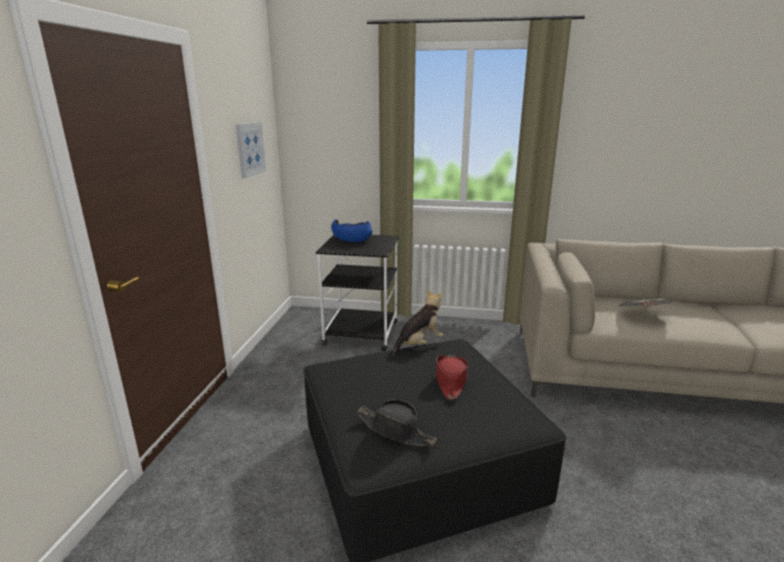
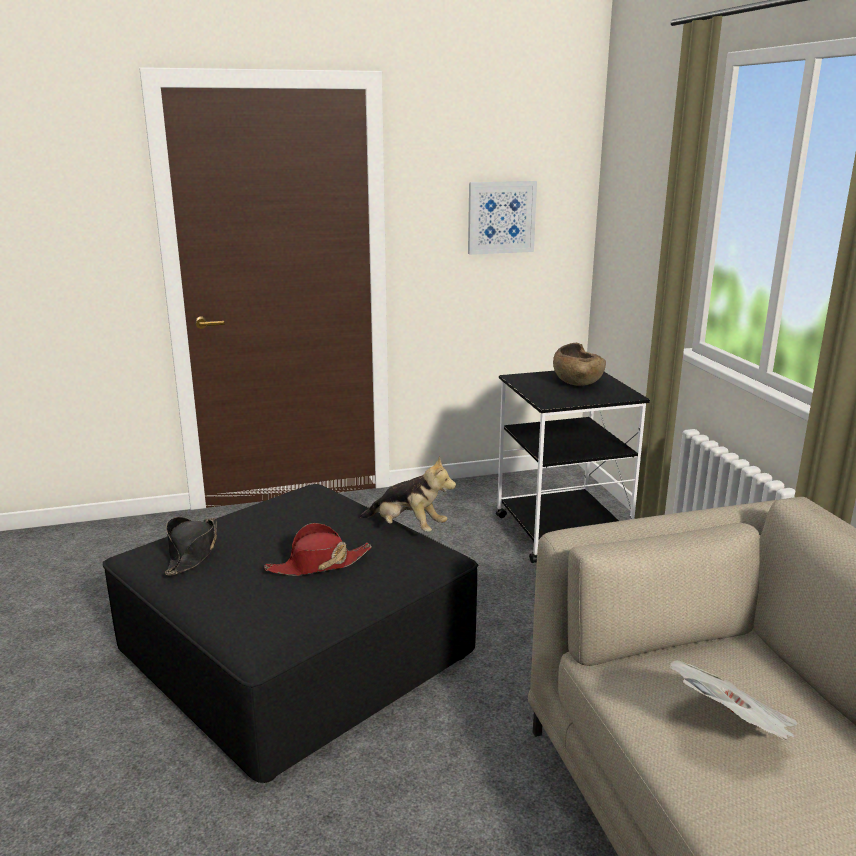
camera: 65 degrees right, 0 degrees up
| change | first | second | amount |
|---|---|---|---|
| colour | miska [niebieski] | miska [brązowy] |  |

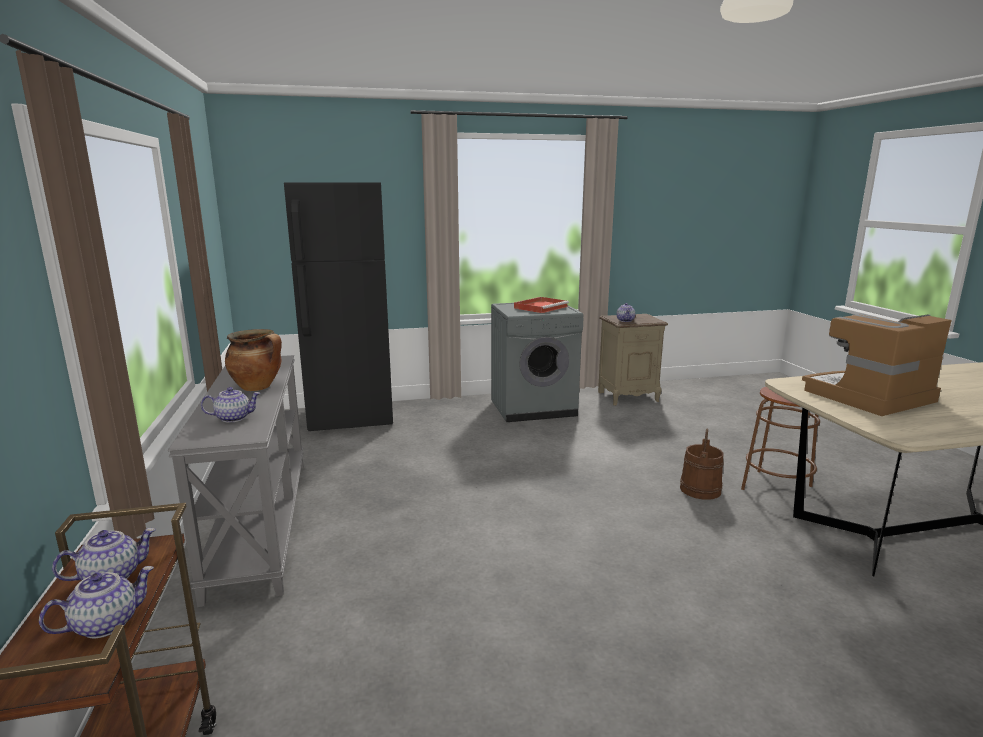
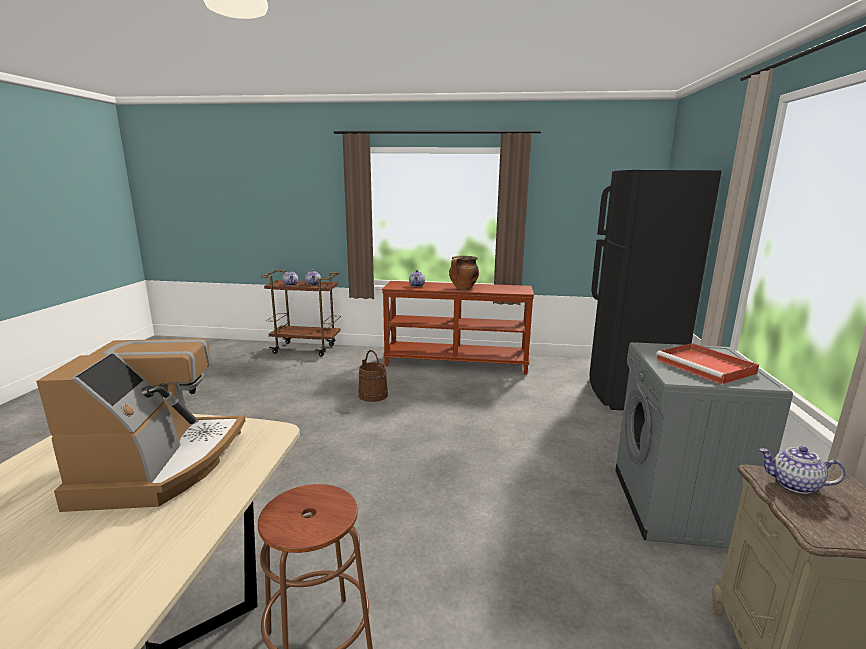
camera: 110 degrees right, 0 degrees up
| change | first | second | amount |
|---|---|---|---|
| colour | stolik konsolowy [szary] | stolik konsolowy [brązowy] |  |
| relocated | wiadro [brązowy] |  |  |

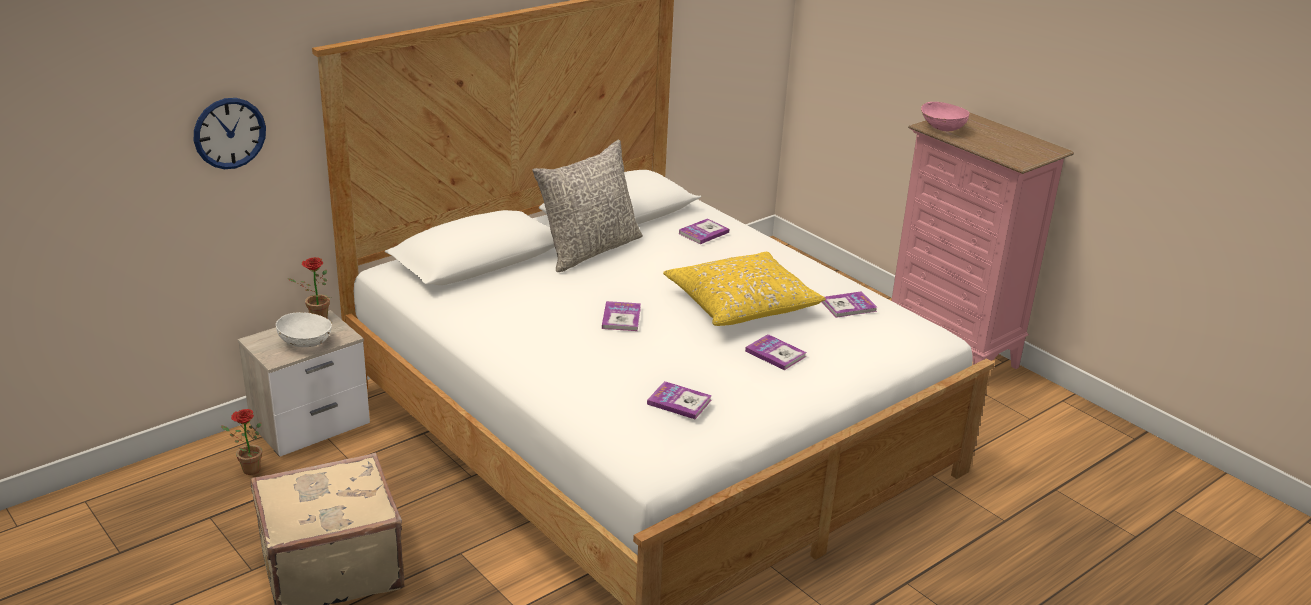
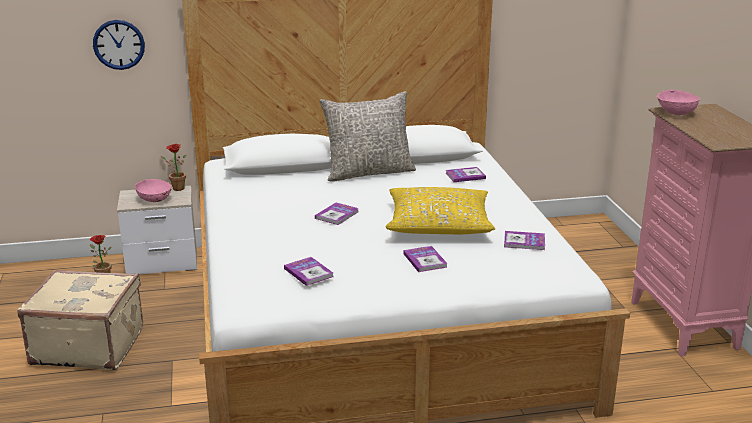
camera: 30 degrees right, 5 degrees down
| change | first | second | amount |
|---|---|---|---|
| colour | miska [biały] | miska [różowy] (no. 1 from left) |  |

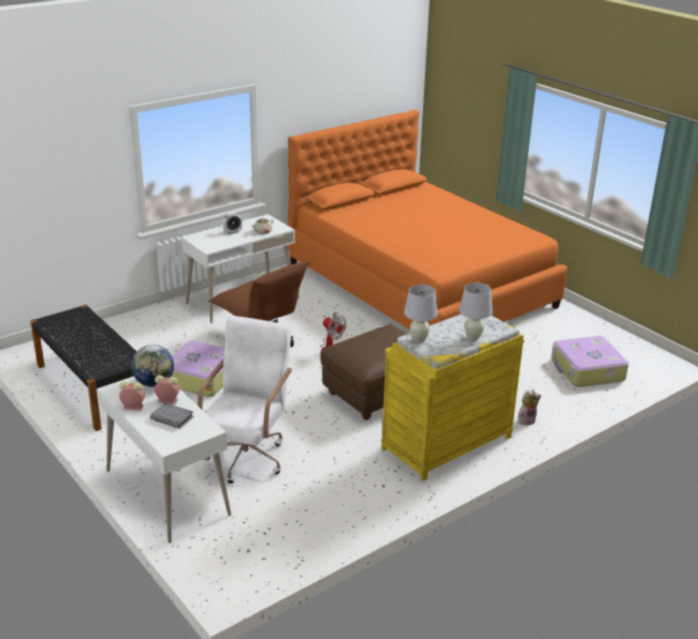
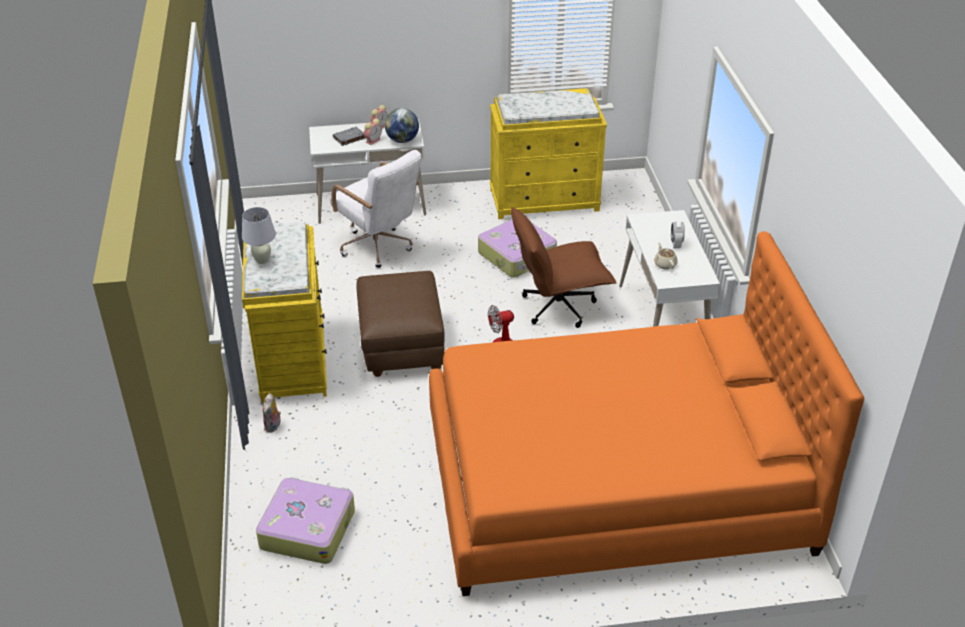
camera: 120 degrees right, 10 degrees up
| change | first | second | amount |
|---|---|---|---|
| exchanged | ławka [czarny] | komoda [żółty] (no. 2 from left) |  |
| missing | lampa stołowa [biały] (no. 1 from left) |  |  |

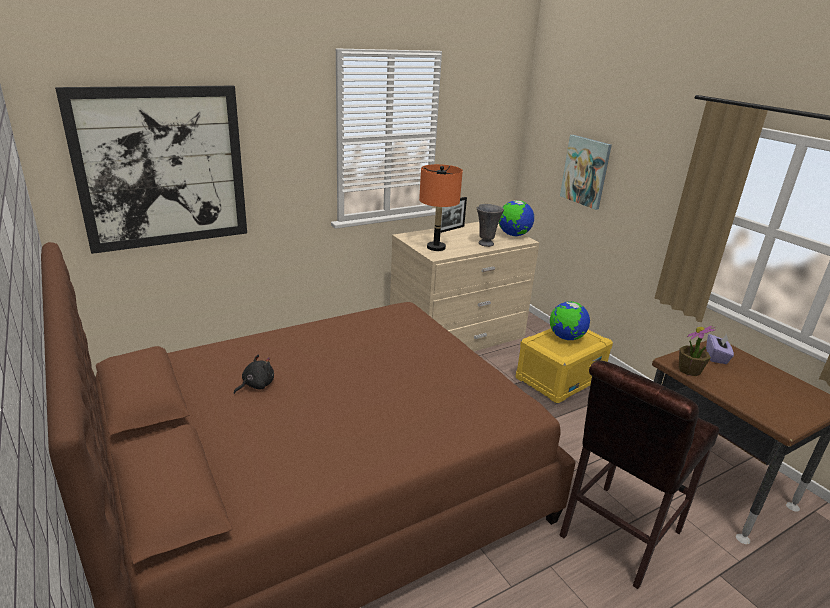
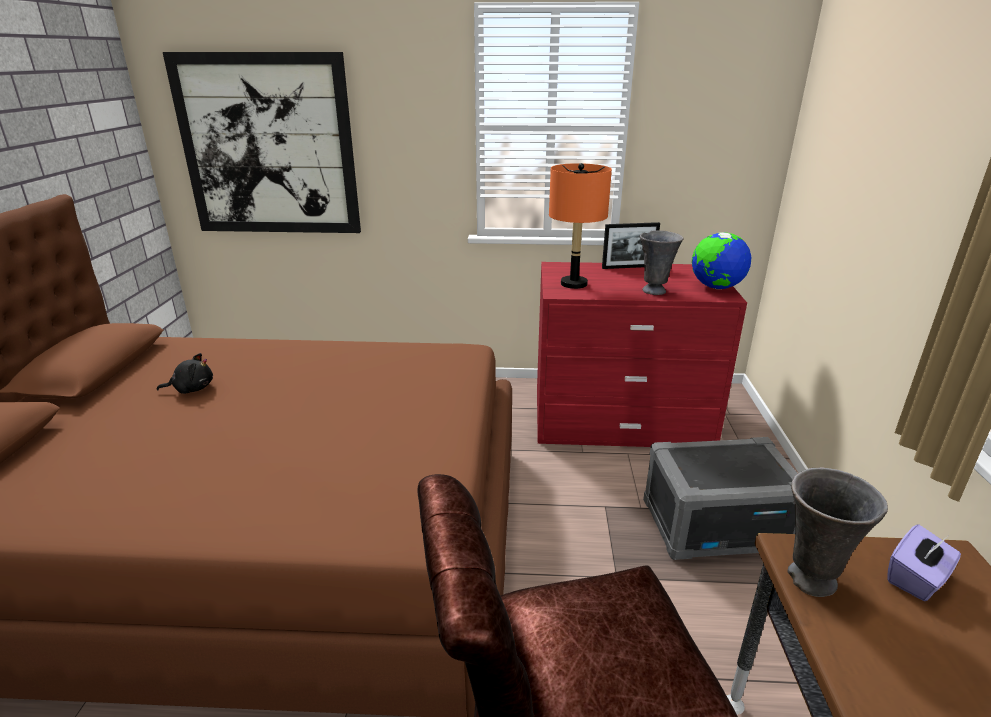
camera: 35 degrees right, 0 degrees up
| change | first | second | amount |
|---|---|---|---|
| colour | komoda [beżowy] | komoda [czerwony] |  |
| colour | pojemnik do przechowywania [żółty] | pojemnik do przechowywania [szary] |  |
| missing | globus (no. 2 from left) |  |  |
| missing | obraz (no. 2 from left) |  |  |
| exchanged | roślina doniczkowa | wazon [szary] (no. 2 from left) |  |

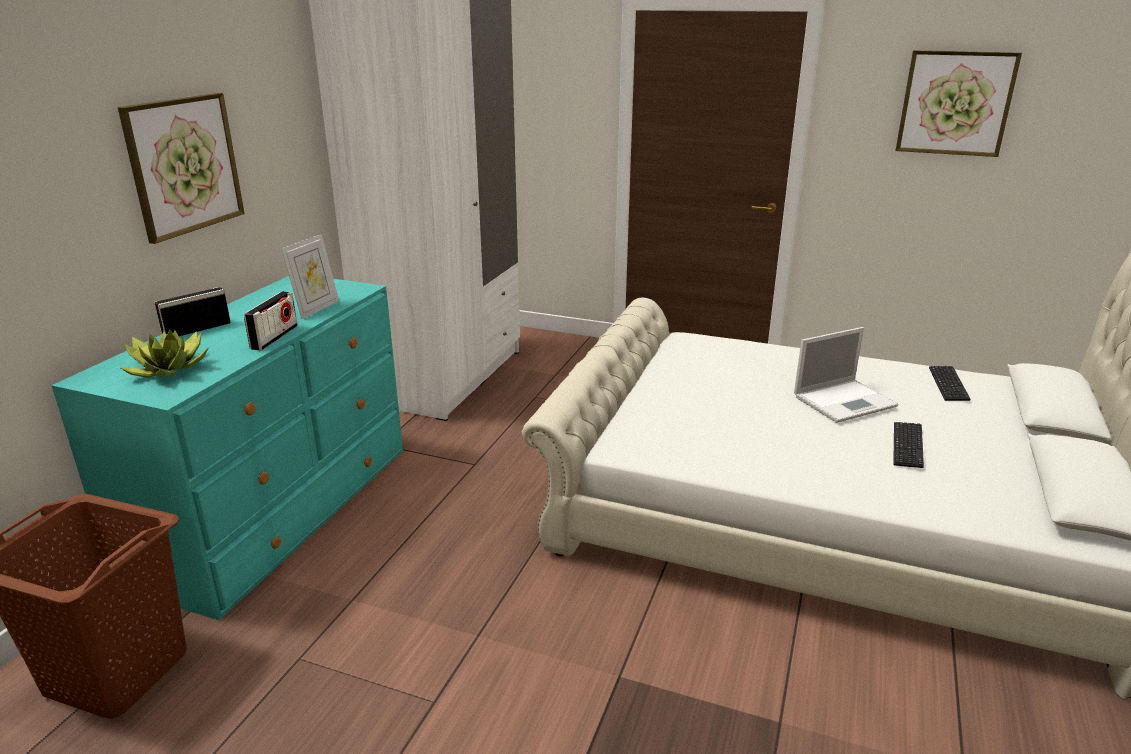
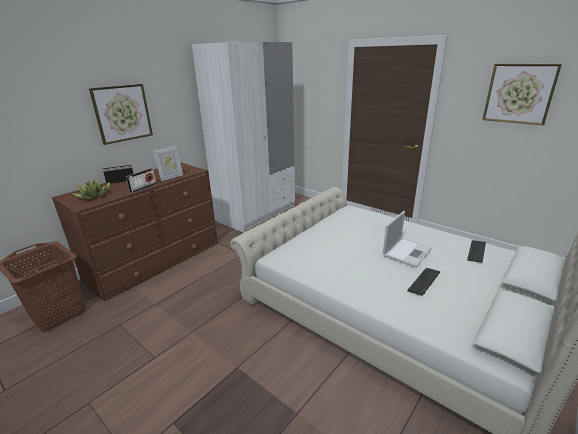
camera: 20 degrees right, 0 degrees up
| change | first | second | amount |
|---|---|---|---|
| colour | komoda [turkusowy] | komoda [brązowy] |  |
| spun | laptop |  | 45 degrees counterclockwise |

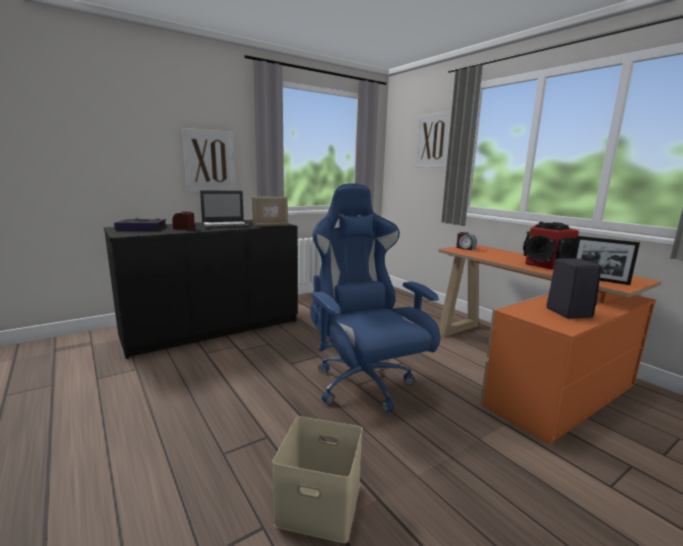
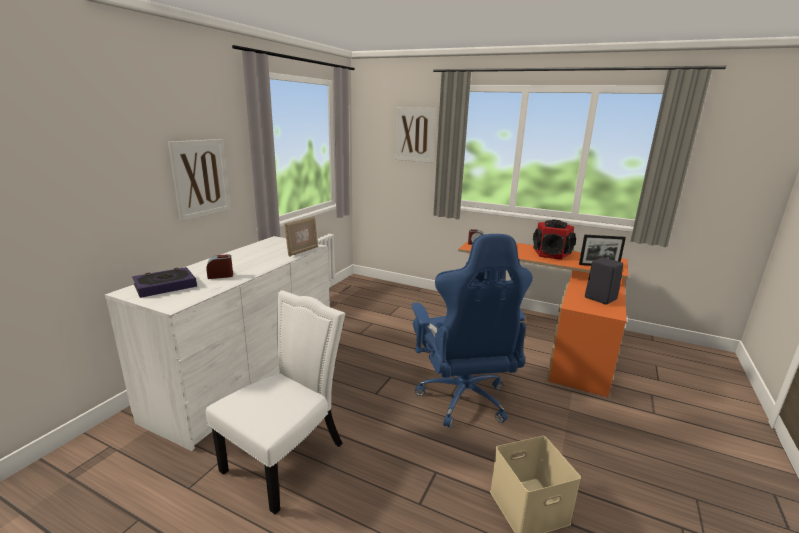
camera: 30 degrees left, 5 degrees up
| change | first | second | amount |
|---|---|---|---|
| colour | komoda [czarny] | komoda [biały] |  |
| missing | laptop |  |  |
| spun | krzesło biurowe [niebieski] |  | 135 degrees counterclockwise |
| appeared |  | krzesło [biały] |  |

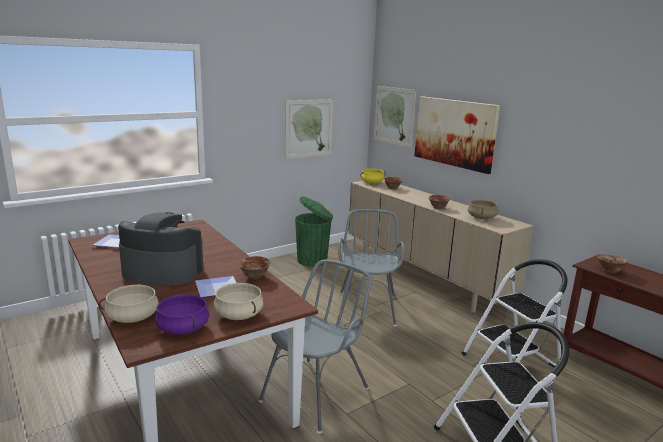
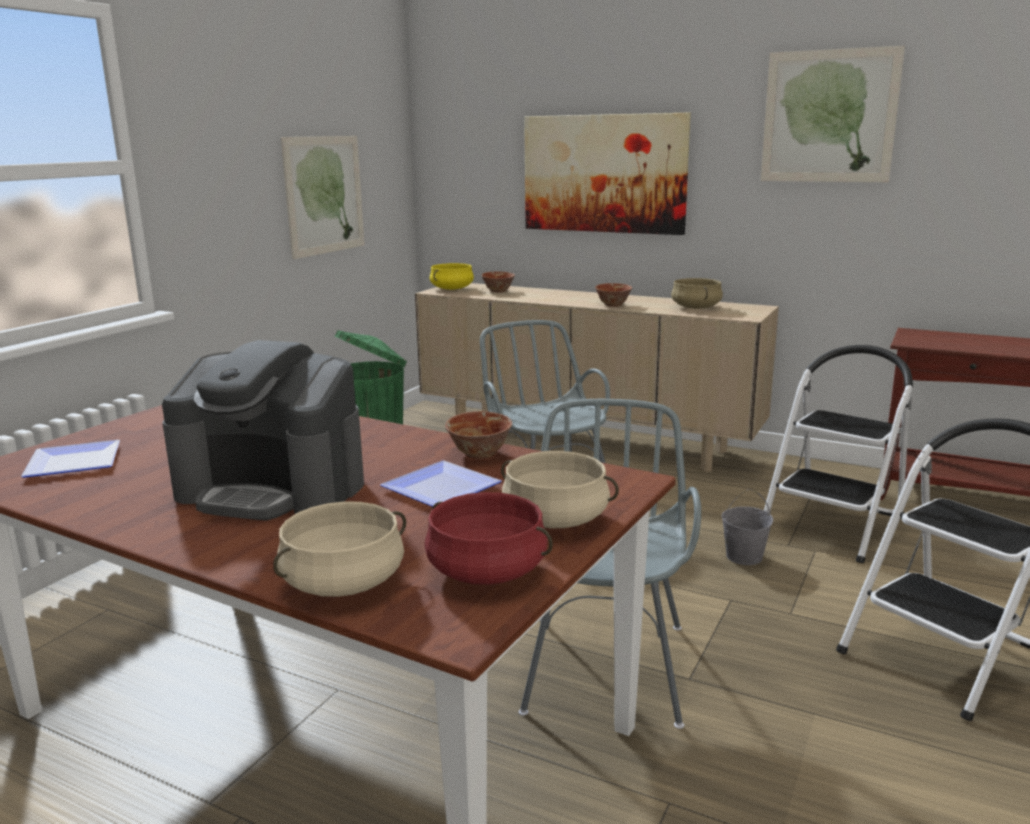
camera: 25 degrees left, 0 degrees up
| change | first | second | amount |
|---|---|---|---|
| spun | ekspres do kawy |  | 150 degrees counterclockwise |
| colour | garnek [fioletowy] | garnek [czerwony] |  |
| relocated | obraz (no. 2 from left in the first image) | obraz (no. 3 from left) |  |
| missing | miska (no. 4 from left) |  |  |
| appeared |  | wiadro [szary] |  |

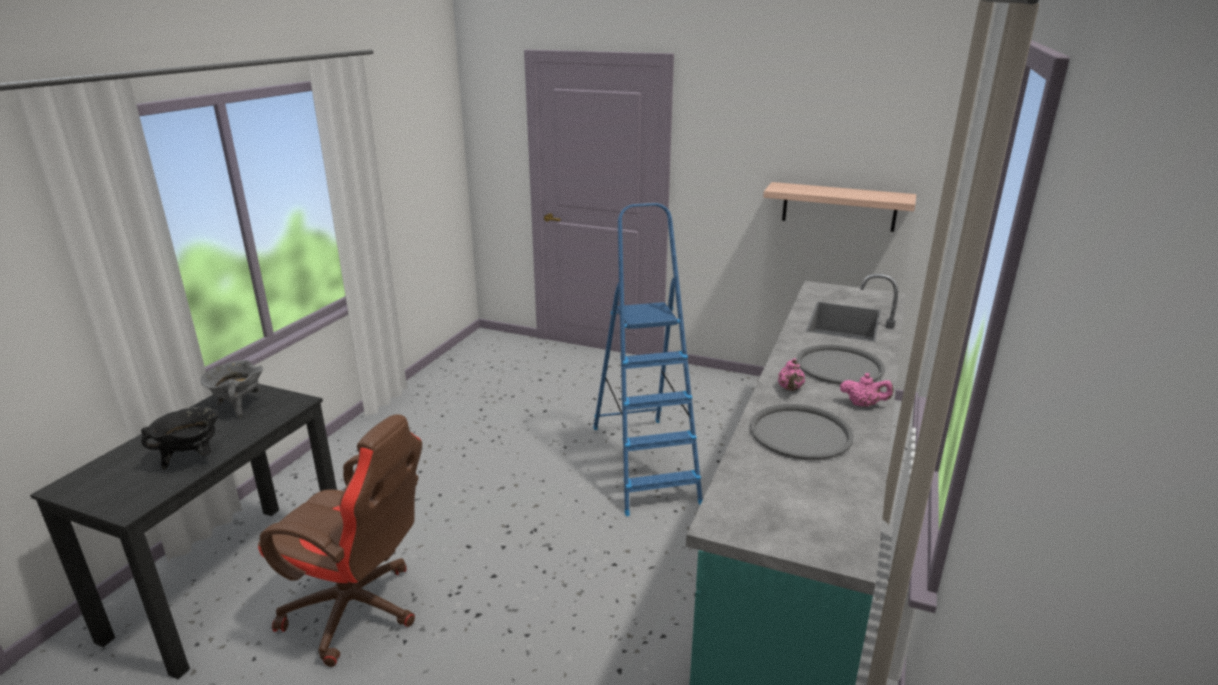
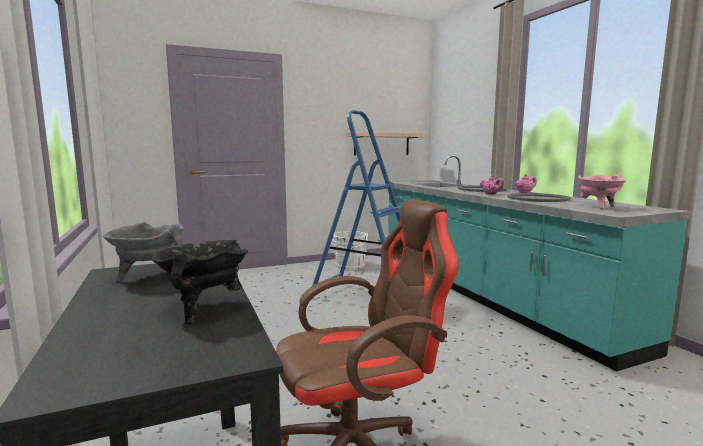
camera: 45 degrees left, 15 degrees down
| change | first | second | amount |
|---|---|---|---|
| appeared |  | wiadro [biały] |  |
| appeared |  | garnek [różowy] |  |

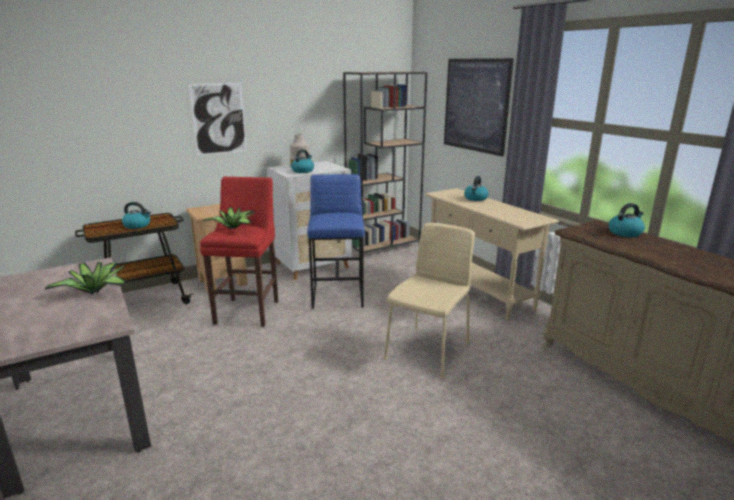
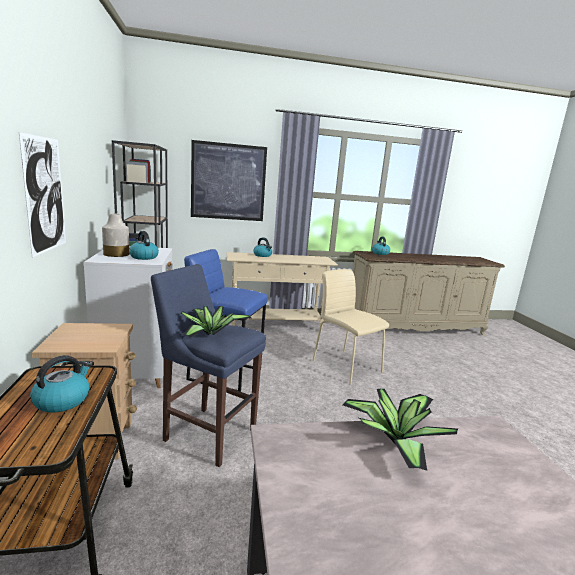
camera: 70 degrees left, 5 degrees down
| change | first | second | amount |
|---|---|---|---|
| colour | stołek [czerwony] | stołek [niebieski] (no. 1 from left) |  |

